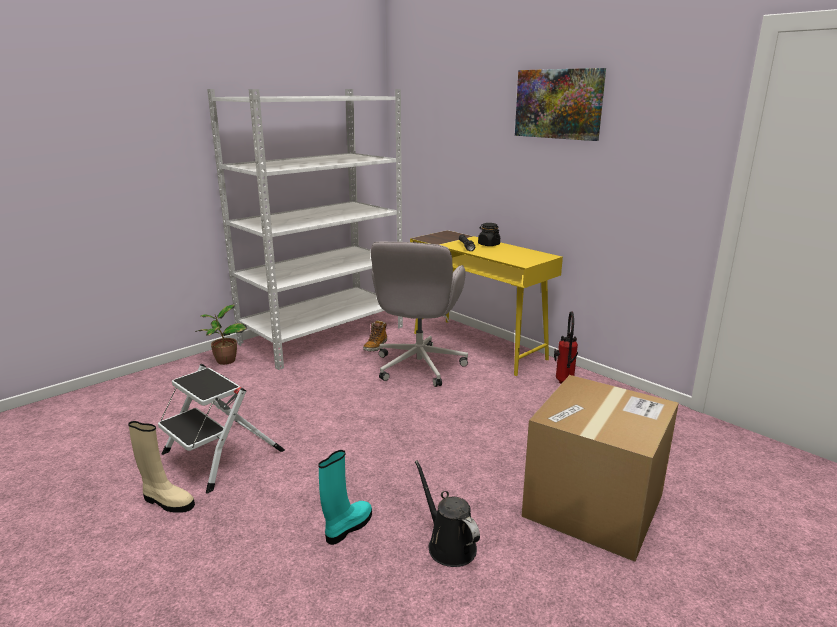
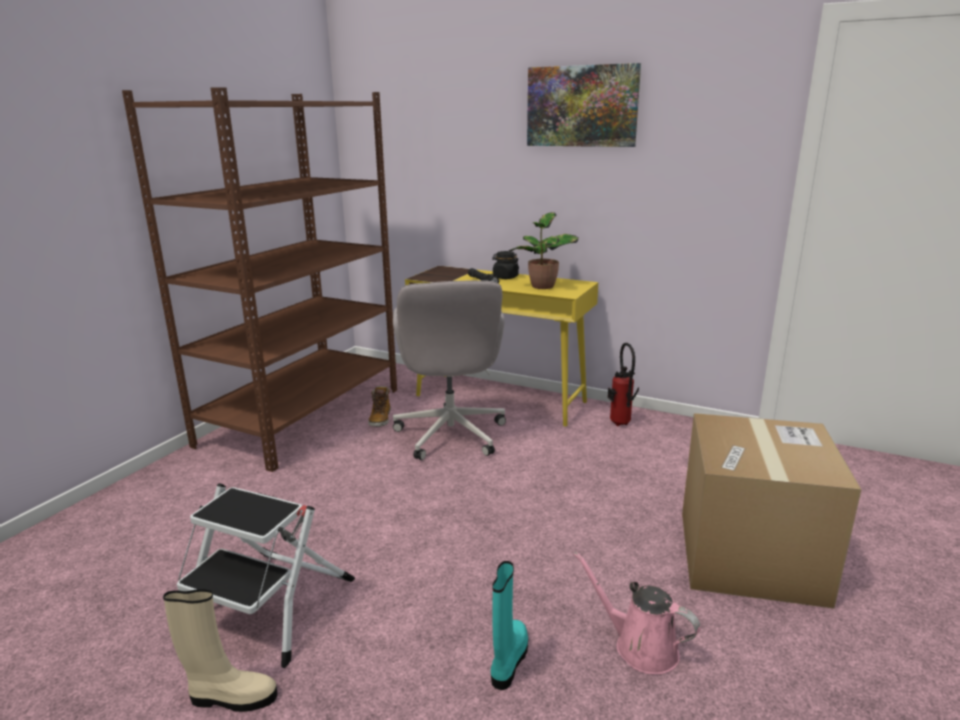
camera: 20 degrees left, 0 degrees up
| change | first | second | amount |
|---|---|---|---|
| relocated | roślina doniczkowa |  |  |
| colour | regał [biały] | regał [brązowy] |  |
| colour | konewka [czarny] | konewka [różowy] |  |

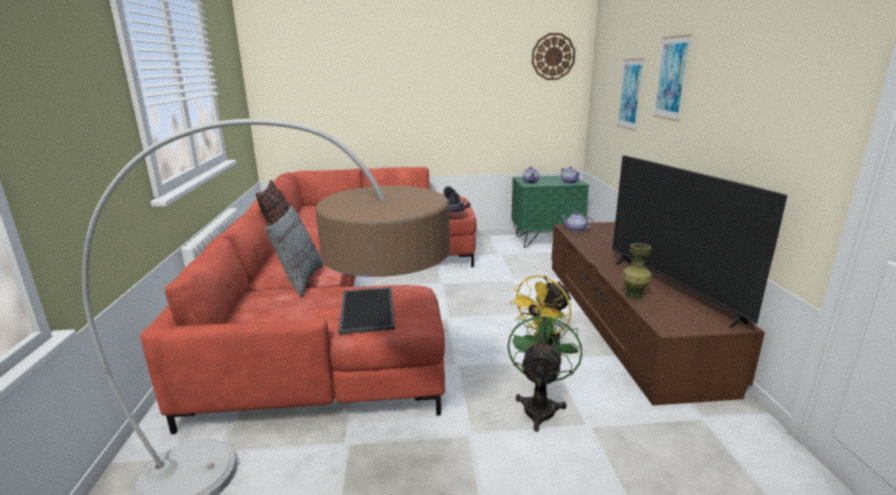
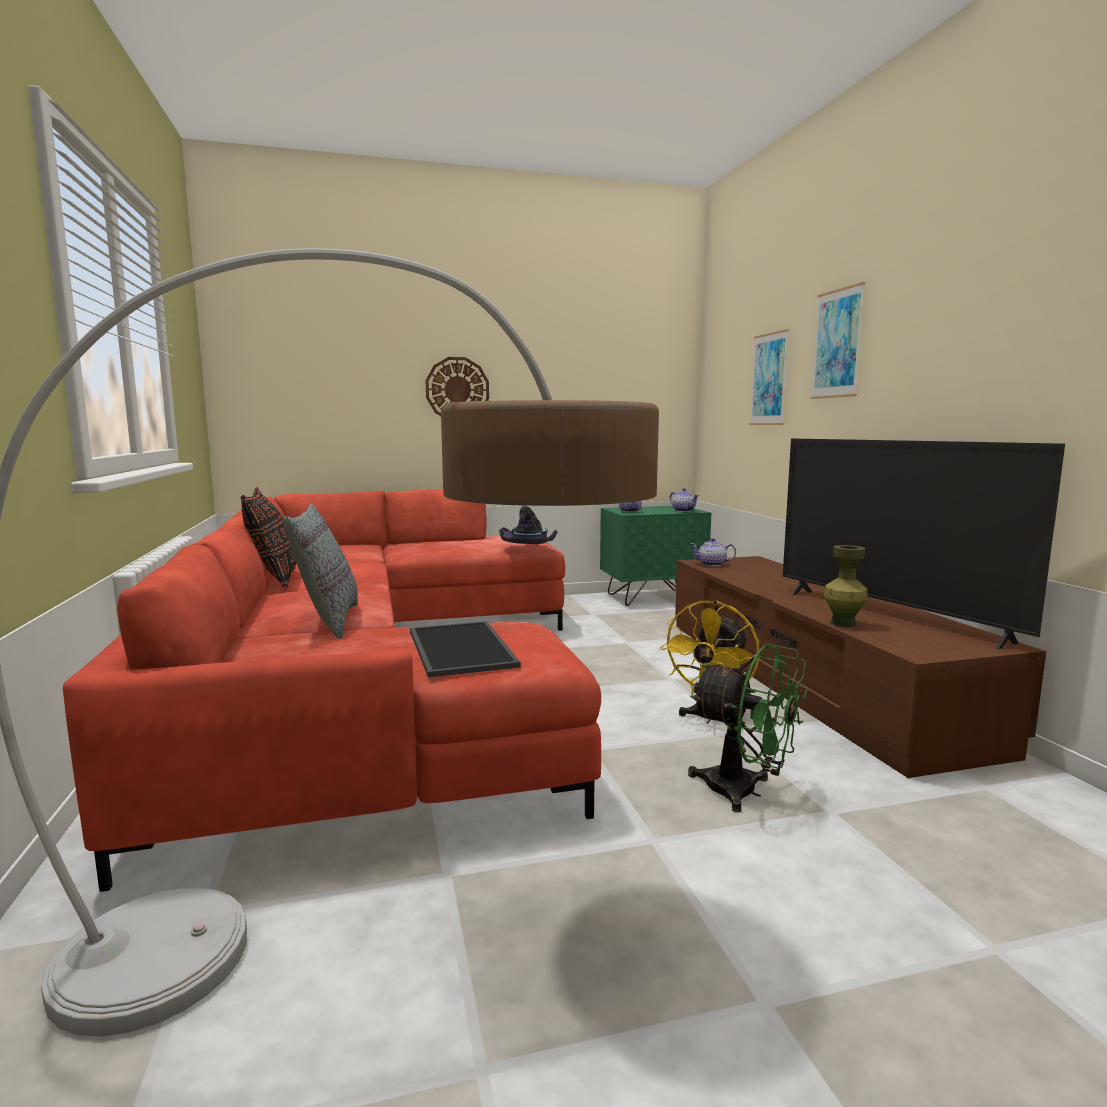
camera: 10 degrees left, 10 degrees down
| change | first | second | amount |
|---|---|---|---|
| spun | wentylator [zielony] |  | 120 degrees clockwise |
| relocated | zegar ścienny |  |  |

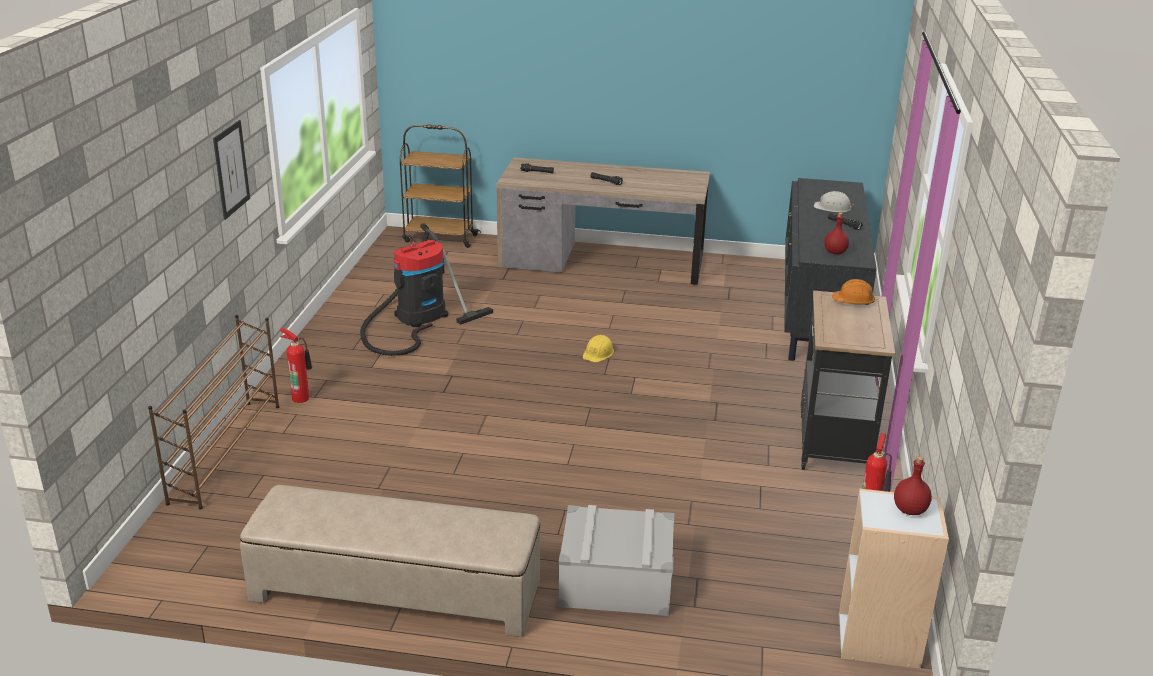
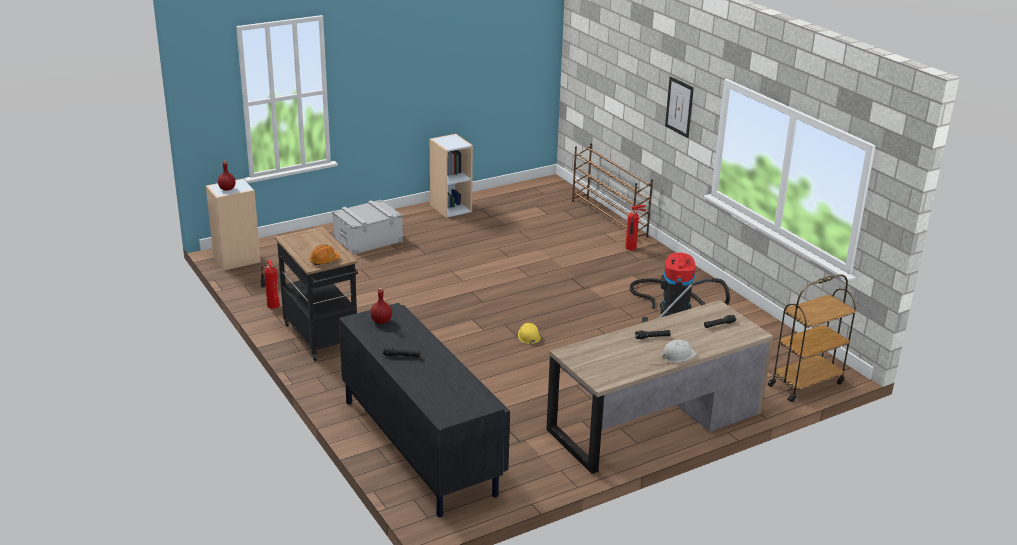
camera: 140 degrees right, 0 degrees up
| change | first | second | amount |
|---|---|---|---|
| exchanged | ławka [beżowy] | regał (no. 2 from left) |  |
| relocated | kask [biały] |  |  |

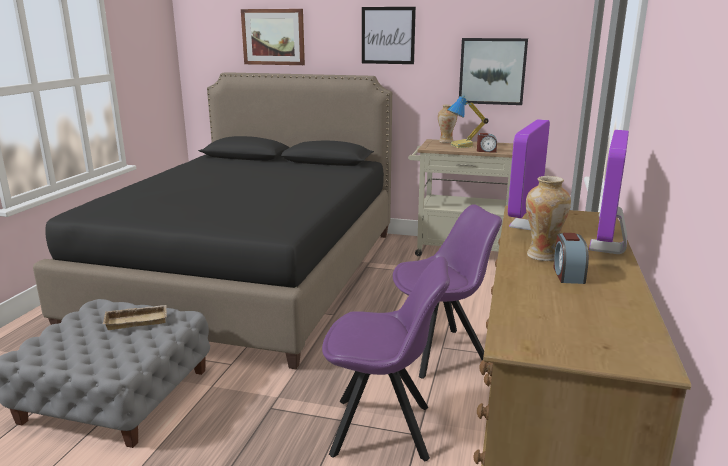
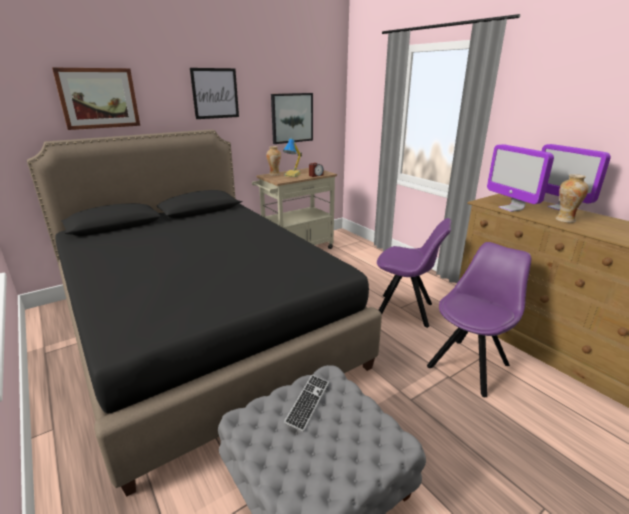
camera: 50 degrees left, 5 degrees up
| change | first | second | amount |
|---|---|---|---|
| exchanged | taca [beżowy] | klawiatura |  |
| spun | krzesło [fioletowy] (no. 2 from left in the first image) | krzesło [fioletowy] (no. 1 from left) | 90 degrees clockwise |
| missing | budzik (no. 2 from left) |  |  |

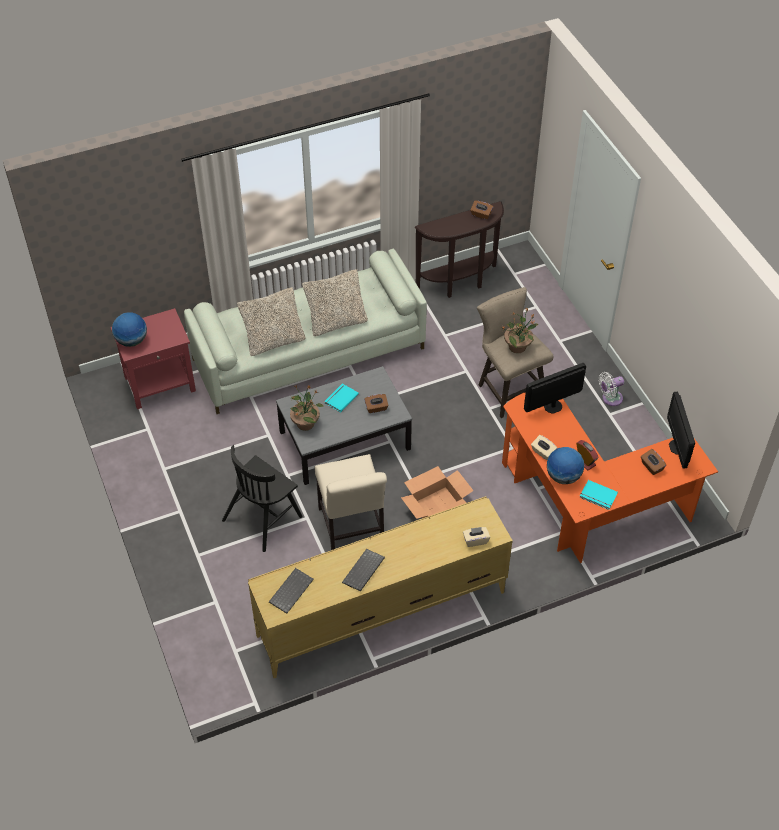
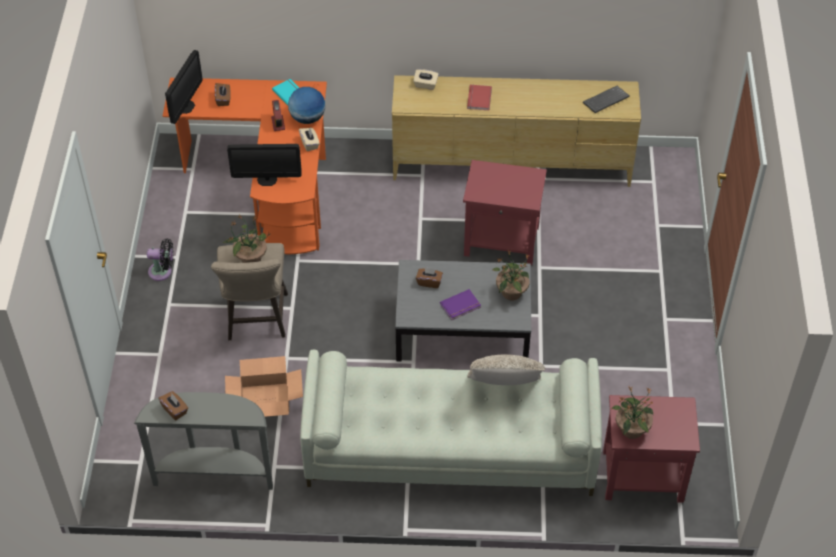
camera: 155 degrees left, 0 degrees up
| change | first | second | amount |
|---|---|---|---|
| missing | globus (no. 1 from left) |  |  |
| missing | krzesło [czarny] |  |  |
| missing | poduszka [beżowy] (no. 2 from left) |  |  |
| exchanged | krzesło [beżowy] | stolik [czerwony] (no. 1 from left) |  |
| colour | książka [turkusowy] (no. 1 from left) | książka [fioletowy] |  |
| missing | klawiatura (no. 2 from left) |  |  |
| relocated | karton |  |  |
| colour | stolik konsolowy [brązowy] | stolik konsolowy [szary] |  |
| colour | wentylator [biały] | wentylator [czarny] |  |
| appeared |  | książka [czerwony] |  |
| appeared |  | roślina doniczkowa (no. 3 from left) |  |

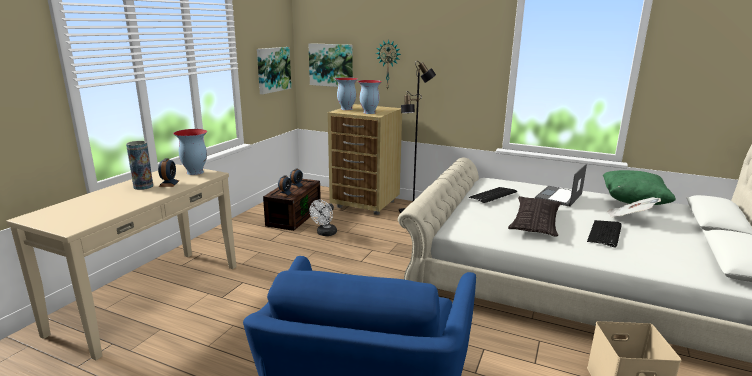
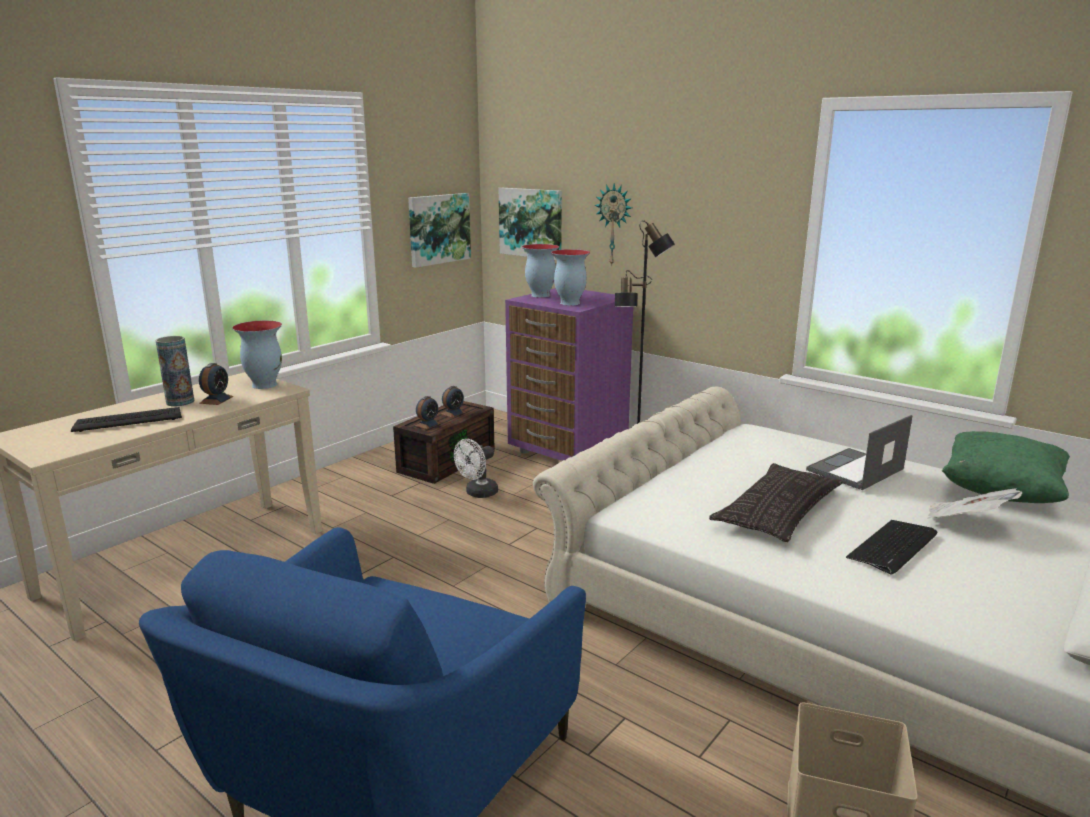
camera: 15 degrees right, 0 degrees up
| change | first | second | amount |
|---|---|---|---|
| colour | komoda [brązowy] | komoda [fioletowy] |  |
| relocated | klawiatura (no. 1 from left) |  |  |

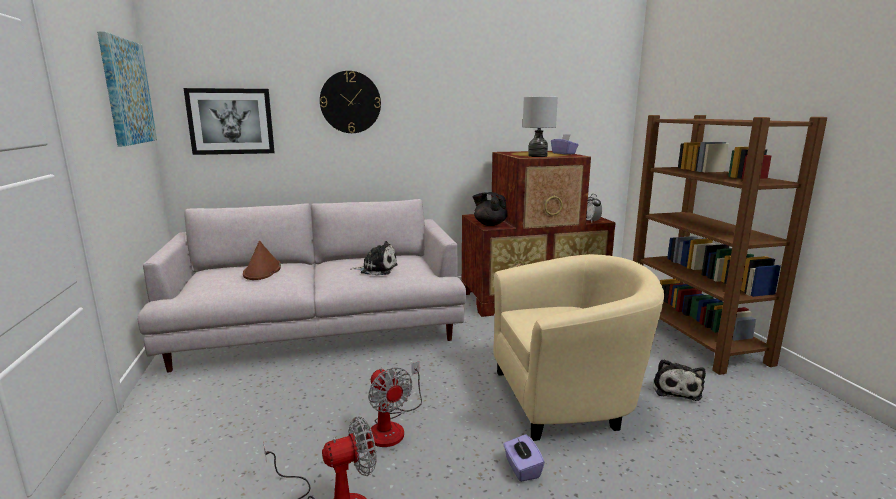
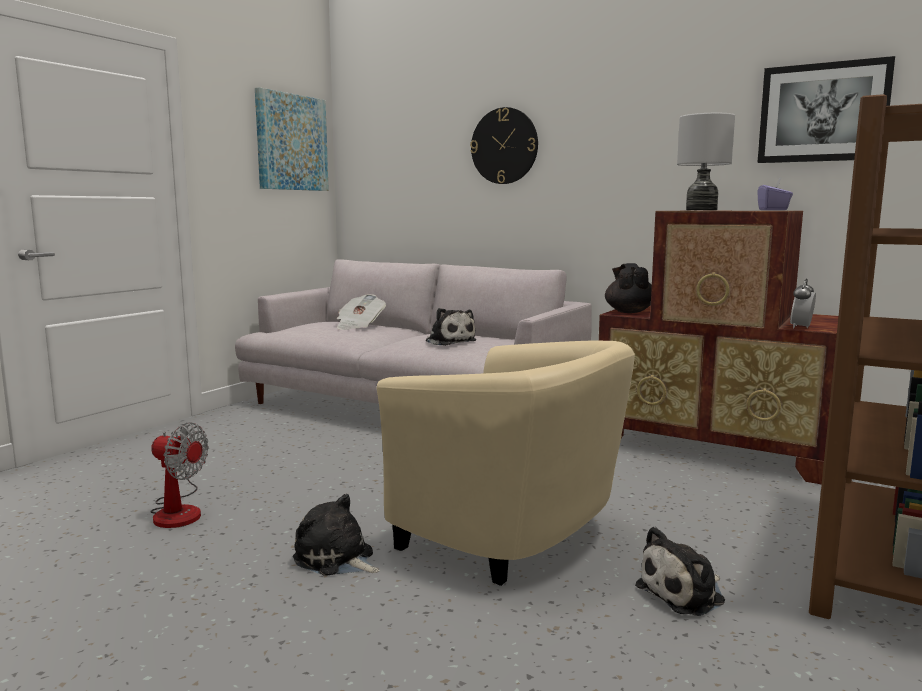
camera: 45 degrees right, 5 degrees down
| change | first | second | amount |
|---|---|---|---|
| relocated | obraz (no. 2 from left) |  |  |
| exchanged | kapelusz [brązowy] | gazeta |  |
| missing | wentylator (no. 2 from left) |  |  |
| exchanged | pudełko chusteczek [fioletowy] (no. 1 from left) | pluszak (no. 1 from left) |  |

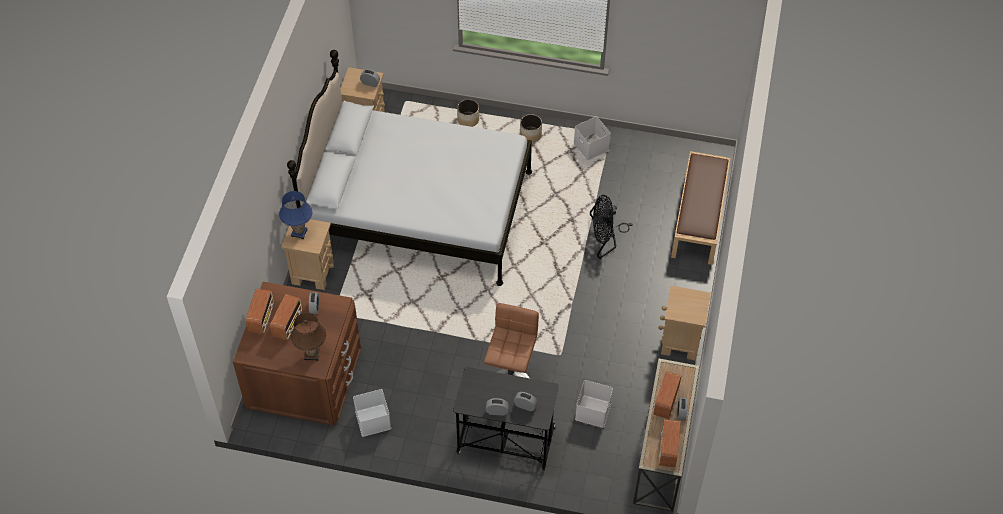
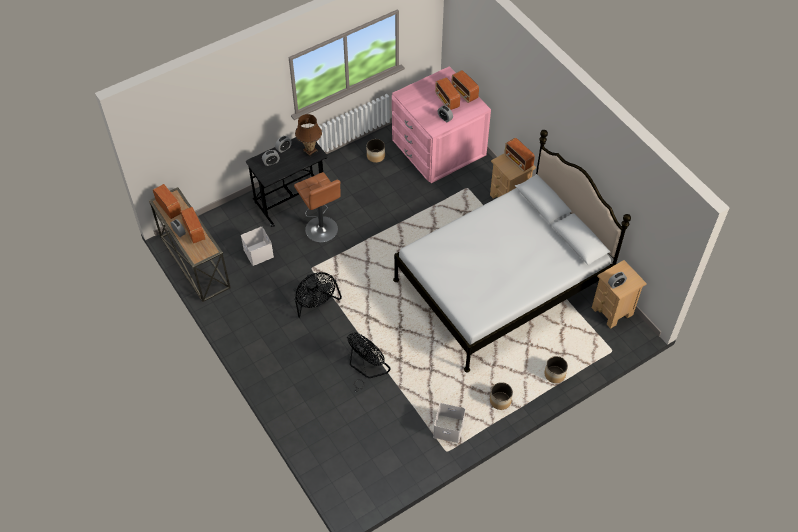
camera: 135 degrees right, 0 degrees up
| change | first | second | amount |
|---|---|---|---|
| colour | komoda [brązowy] | komoda [różowy] |  |
| exchanged | lampa stołowa [niebieski] | radio (no. 5 from left) |  |
| relocated | lampa stołowa [brązowy] |  |  |
| exchanged | pojemnik do przechowywania [biały] (no. 1 from left) | donica (no. 1 from left) |  |
| missing | szafka nocna [beżowy] (no. 3 from left) |  |  |
| missing | ławka [brązowy] |  |  |
| appeared |  | wentylator [czarny] (no. 1 from left) |  |

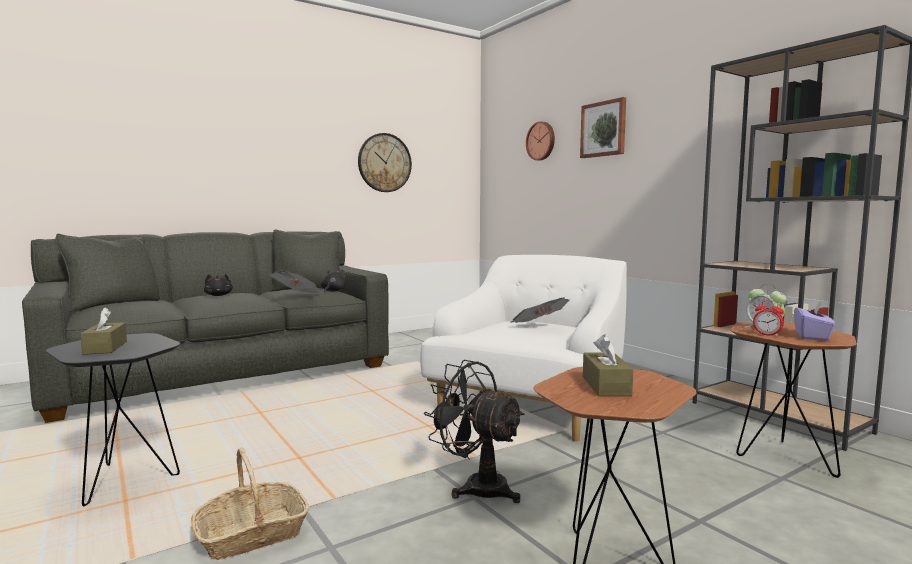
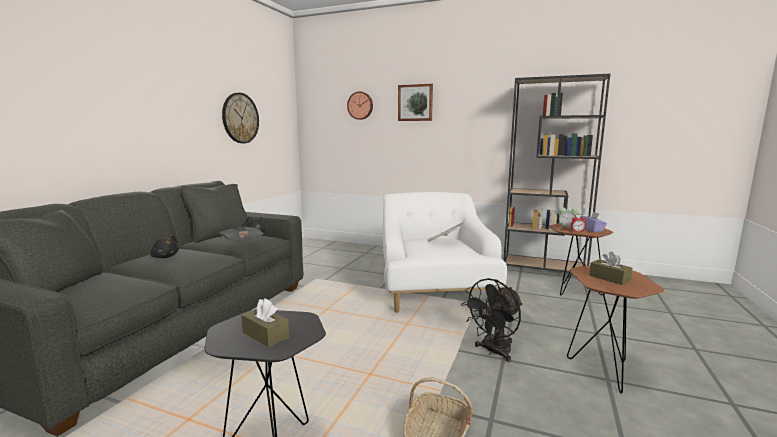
camera: 35 degrees left, 5 degrees up
| change | first | second | amount |
|---|---|---|---|
| spun | wentylator [czarny] |  | 45 degrees counterclockwise |

